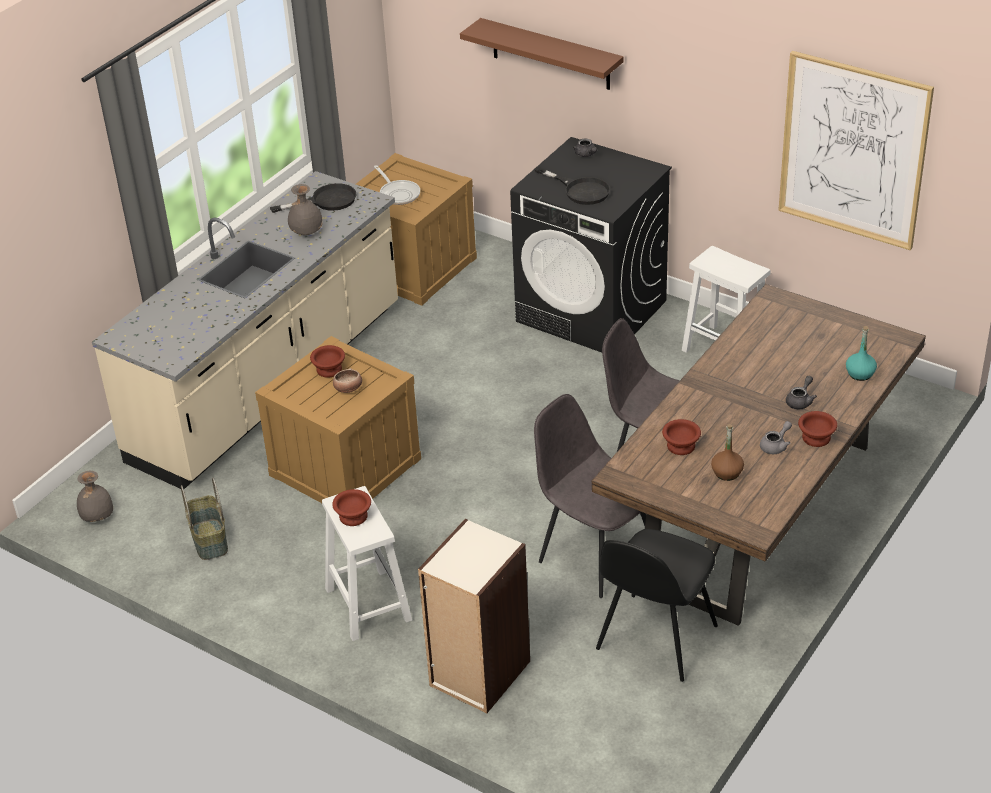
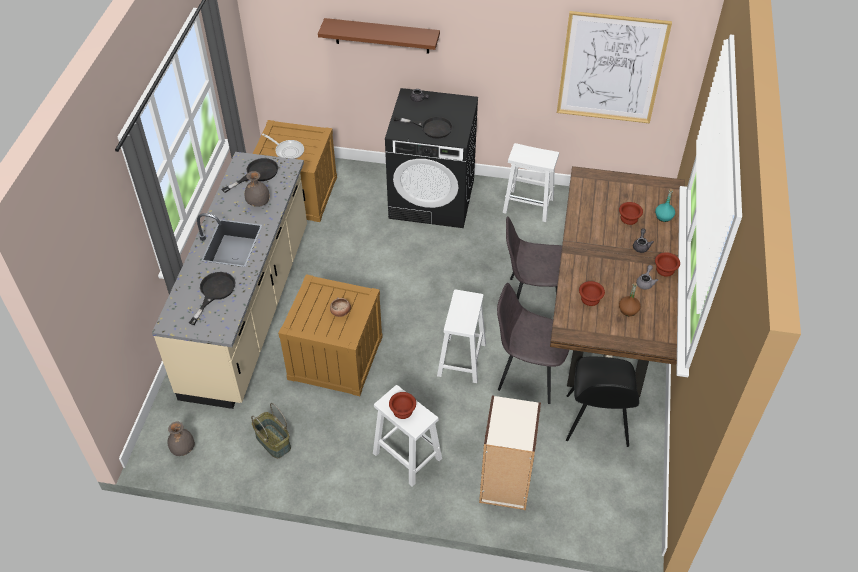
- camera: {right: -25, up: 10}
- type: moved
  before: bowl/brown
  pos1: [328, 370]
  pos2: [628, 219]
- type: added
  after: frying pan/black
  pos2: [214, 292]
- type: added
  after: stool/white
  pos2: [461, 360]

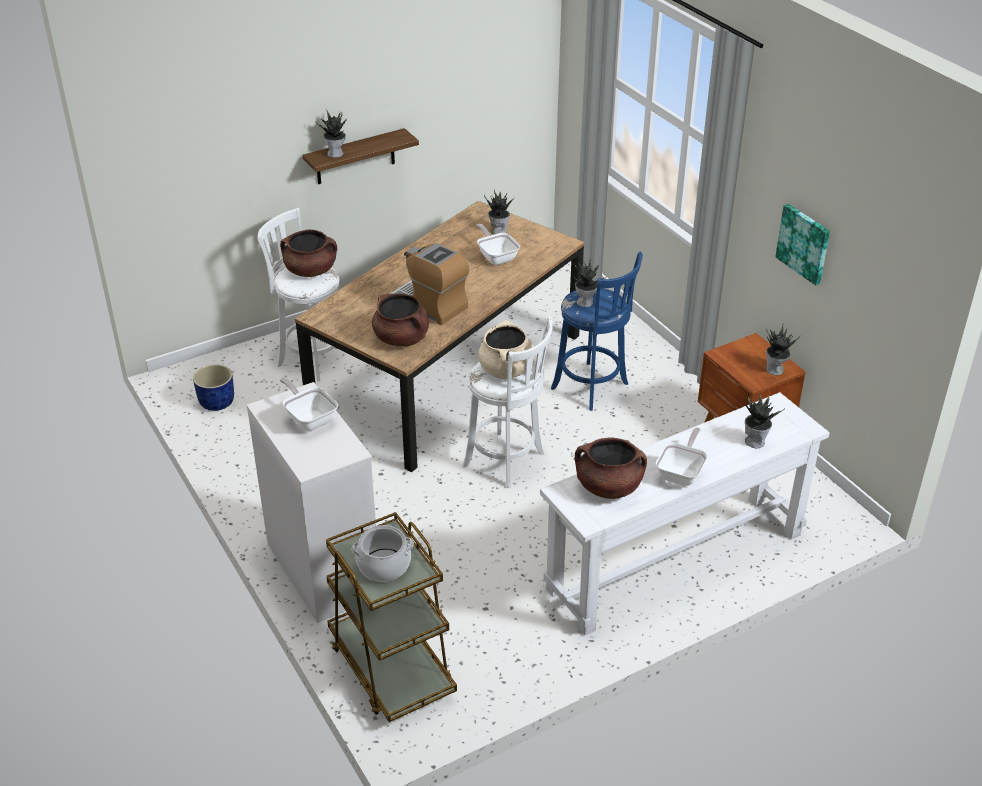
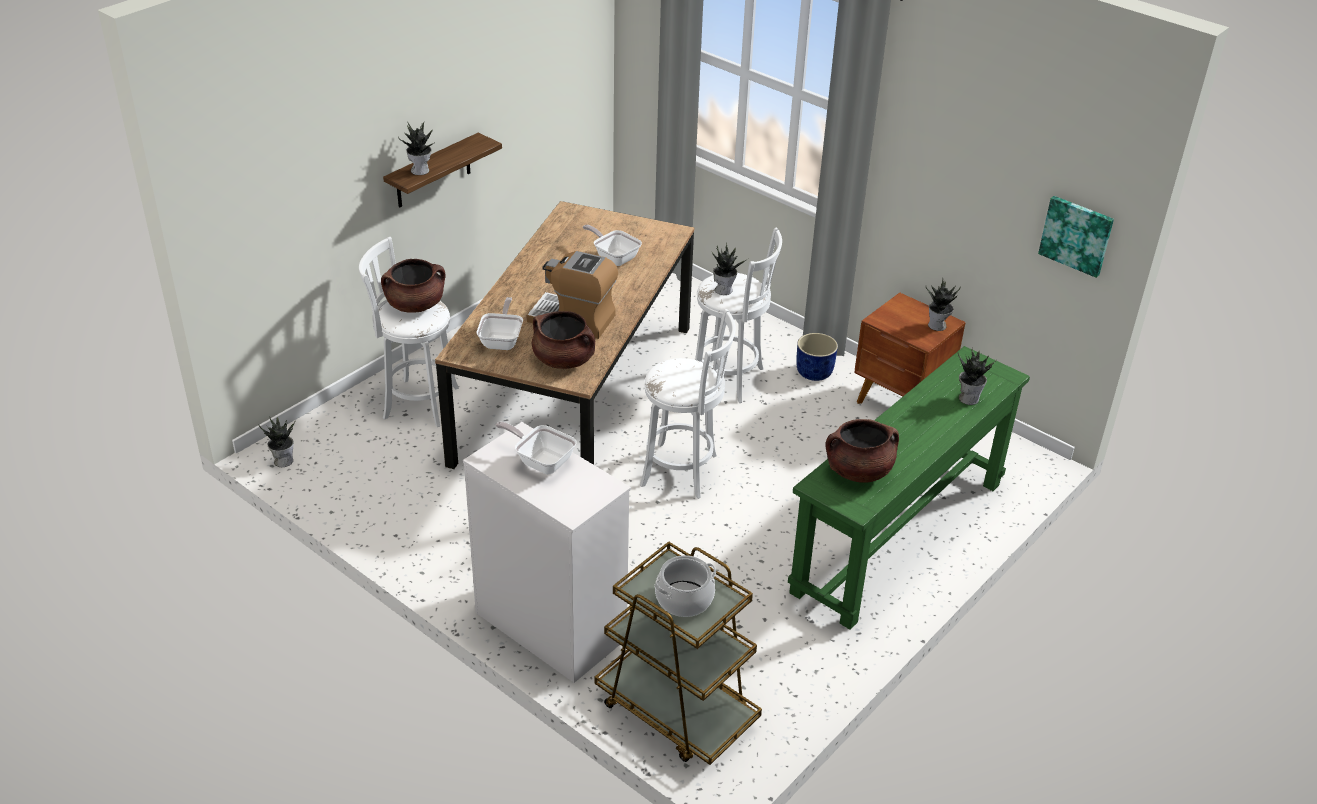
- camera: {right: -20, up: 0}
- type: moved
  before: planter/blue
  pos1: [216, 402]
  pos2: [813, 372]
- type: removed
  before: cooking pot/beige
  pos1: [506, 370]
- type: moved
  before: potted plant
  pos1: [498, 231]
  pos2: [283, 460]
- type: recoloured
  before: console table/white
  after: console table/green
  pos1: [675, 561]
  pos2: [898, 536]
- type: recoloured
  before: stool/blue
  after: stool/white
  pos1: [593, 388]
  pos2: [730, 379]
- type: moved
  before: frying pan
  pos1: [682, 473]
  pos2: [502, 340]
- type: moved
  before: picture
  pos1: [804, 243]
  pos2: [1076, 235]

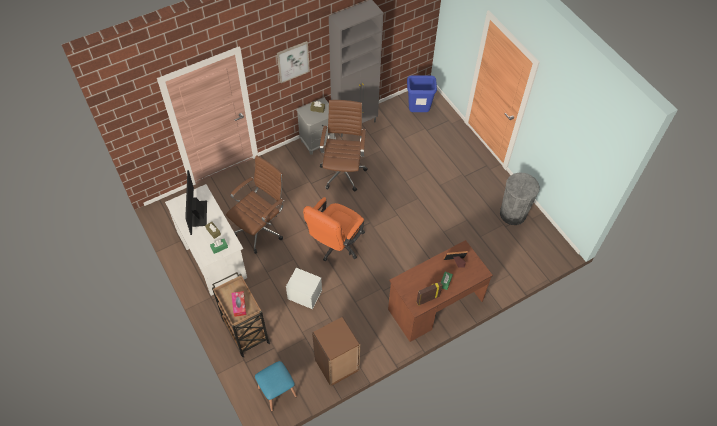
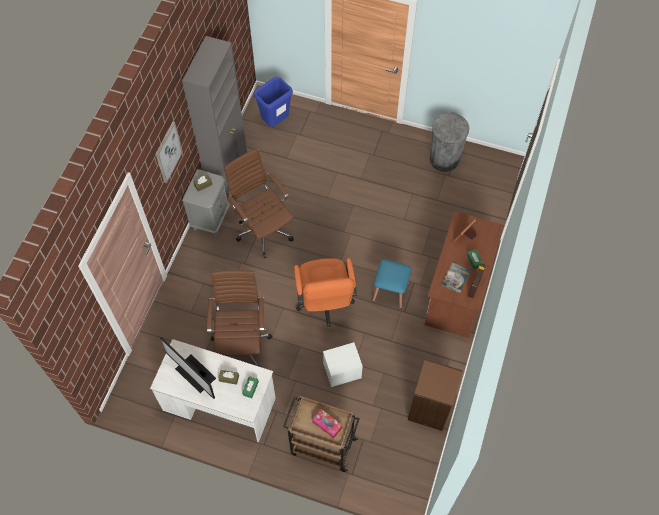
- camera: {right: -40, up: 5}
- type: moved
  before: stool/blue
  pos1: [277, 392]
  pos2: [390, 291]
- type: added
  after: book
  pos2: [456, 277]

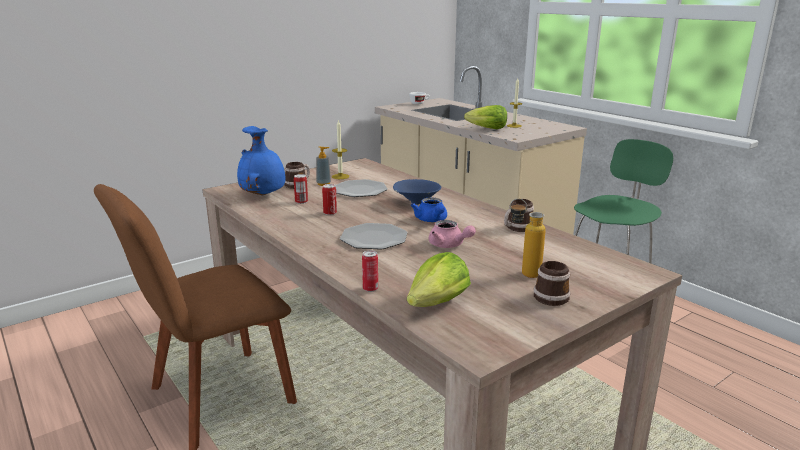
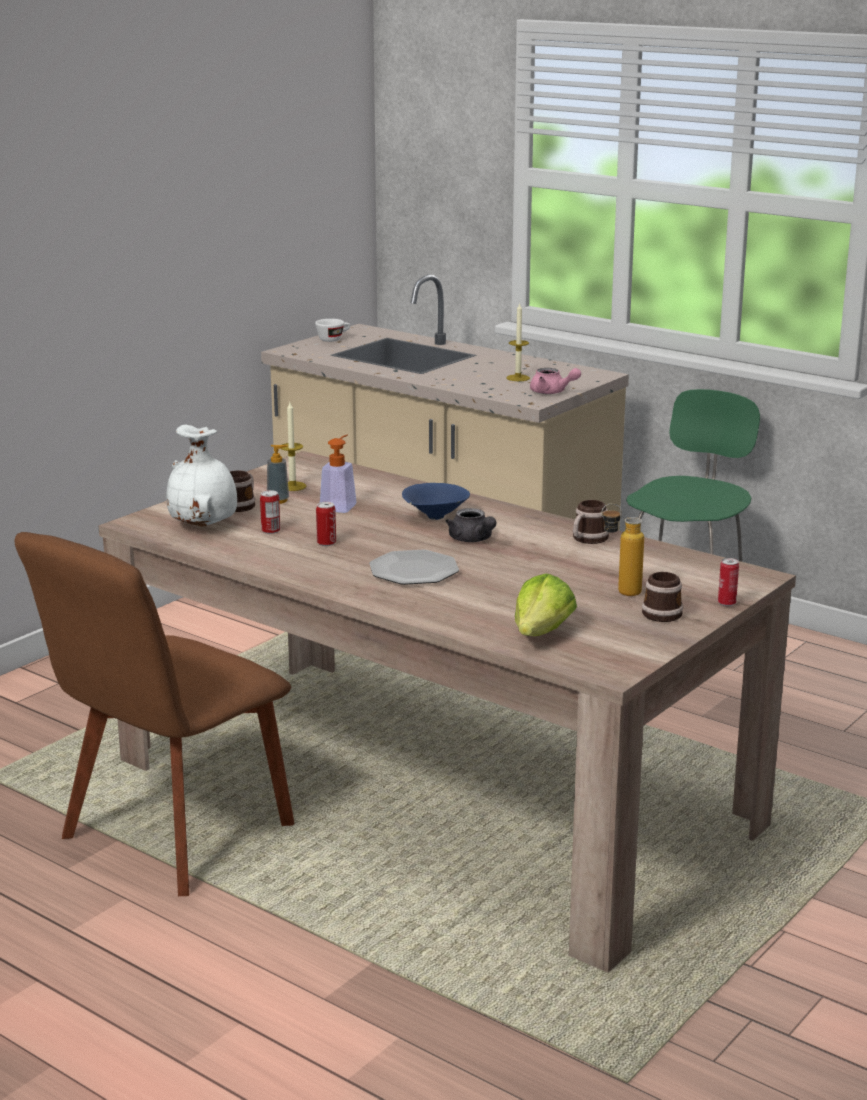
- camera: {right: -15, up: 0}
- type: recoloured
  before: vase/blue
  after: vase/white
  pos1: [264, 195]
  pos2: [204, 525]
- type: replaced
  before: plate
  after: soap dispenser
  pos1: [360, 190]
  pos2: [340, 505]
- type: moved
  before: can
  pos1: [370, 289]
  pos2: [726, 603]
- type: recoloured
  before: teapot/blue
  after: teapot/grey
  pos1: [431, 220]
  pos2: [472, 540]
- type: moved
  before: teapot/pink
  pos1: [449, 245]
  pos2: [552, 392]
- type: removed
  before: lettuce
  pos1: [487, 129]

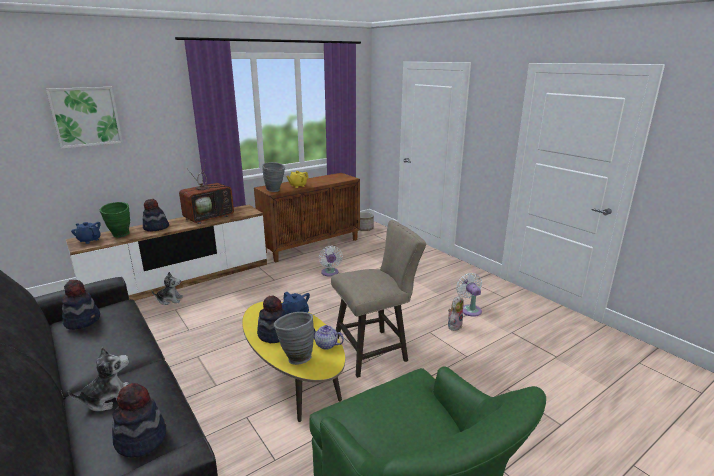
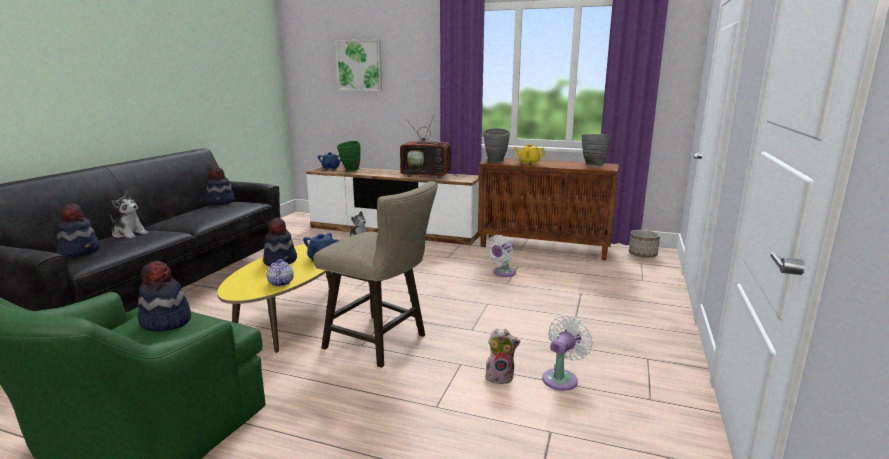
- camera: {right: 55, up: -5}
- type: moved
  before: hat
  pos1: [156, 228]
  pos2: [165, 322]
- type: moved
  before: vase/grey
  pos1: [295, 357]
  pos2: [592, 167]

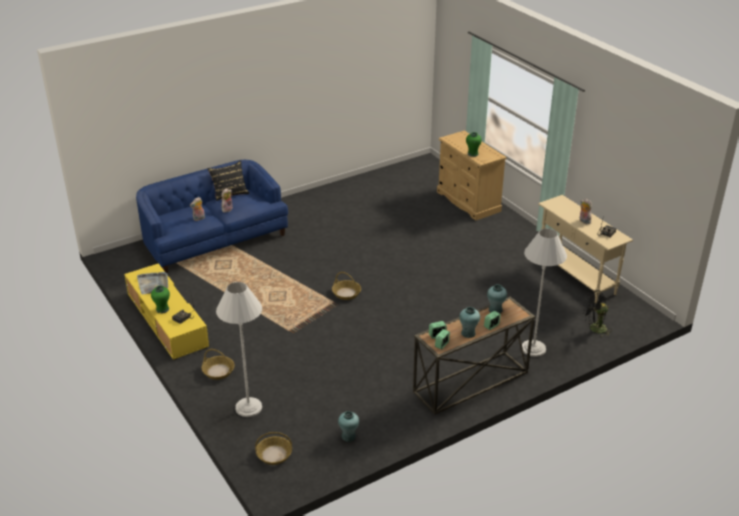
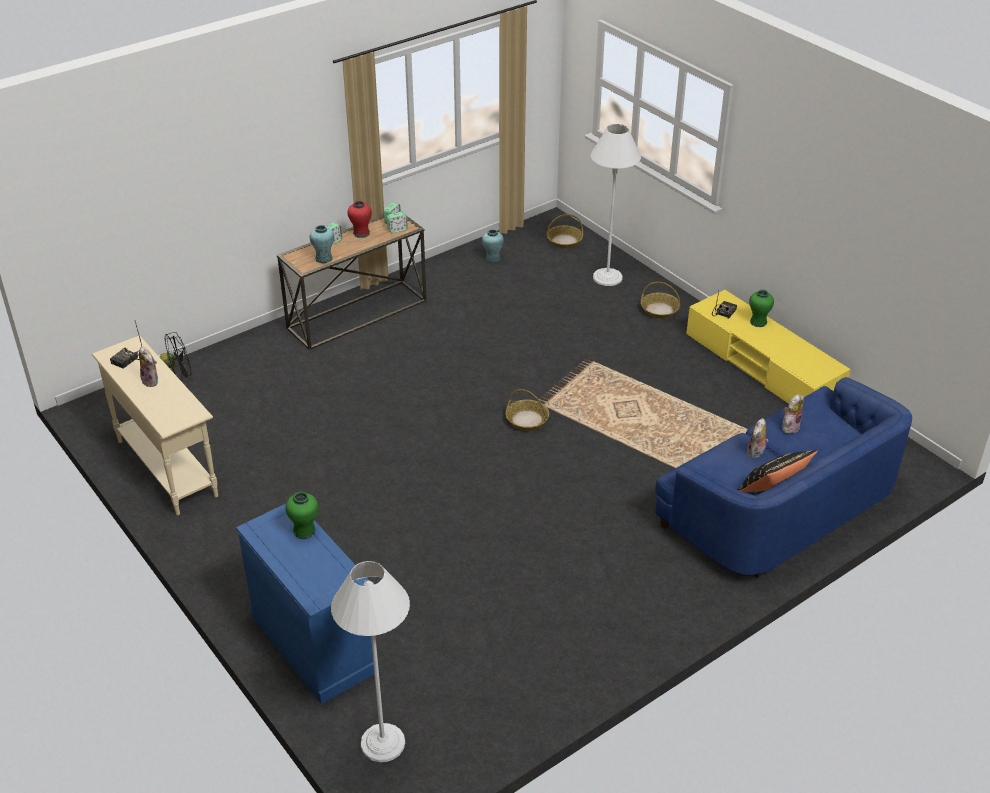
- camera: {right: 175, up: 5}
- type: removed
  before: tray/grey
  pos1: [153, 284]
- type: recoloured
  before: dresser/beige
  after: dresser/blue
  pos1: [468, 201]
  pos2: [314, 643]
- type: recoloured
  before: vase/turquoise
  after: vase/red
  pos1: [468, 333]
  pos2: [361, 233]
- type: moved
  before: floor lamp/white
  pos1: [533, 348]
  pos2: [383, 743]

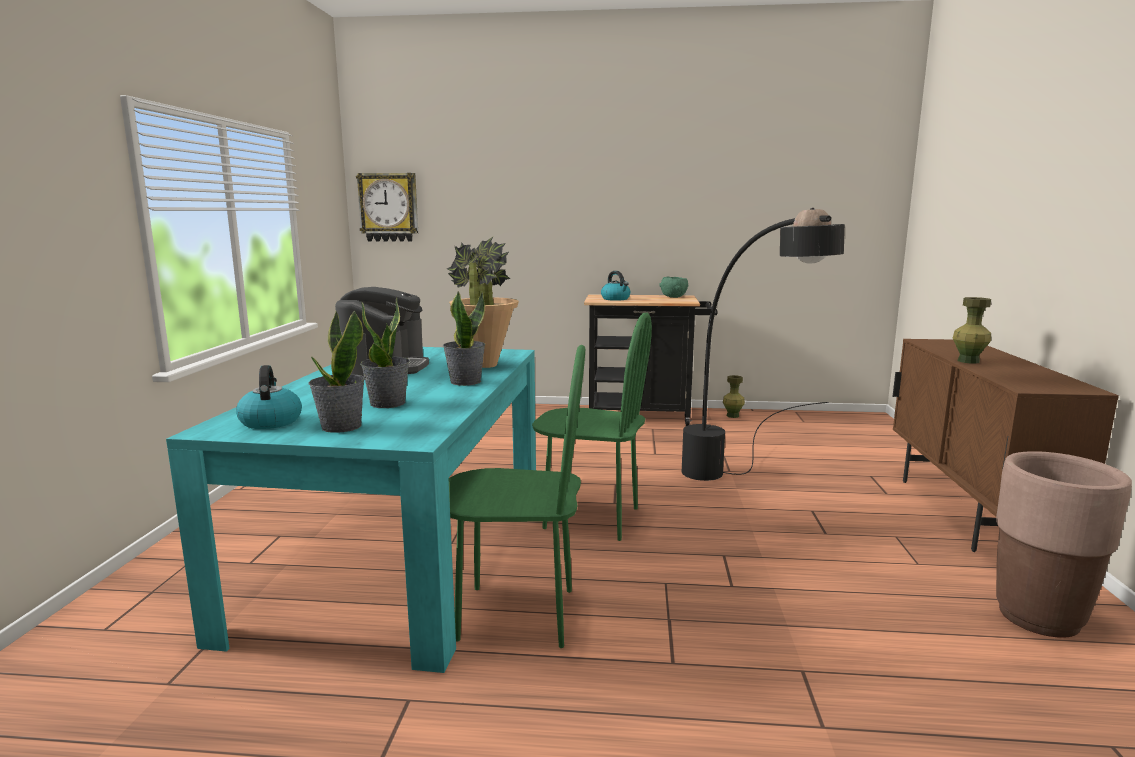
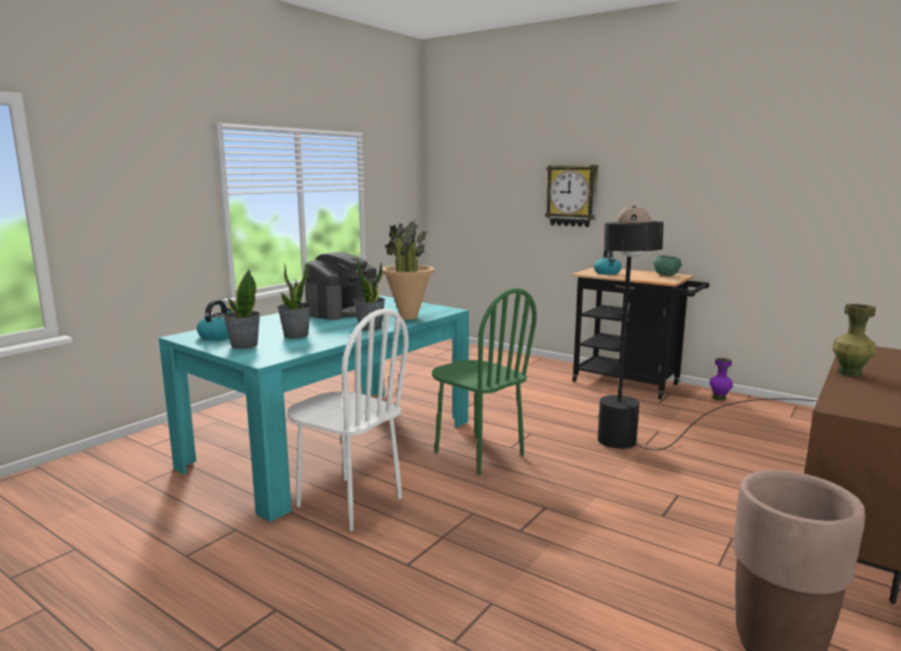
- camera: {right: 30, up: 0}
- type: moved
  before: wall clock
  pos1: [389, 207]
  pos2: [572, 195]
- type: recoloured
  before: chair/green
  after: chair/white
  pos1: [516, 614]
  pos2: [349, 502]
- type: recoloured
  before: vase/green
  after: vase/purple
  pos1: [732, 416]
  pos2: [719, 398]

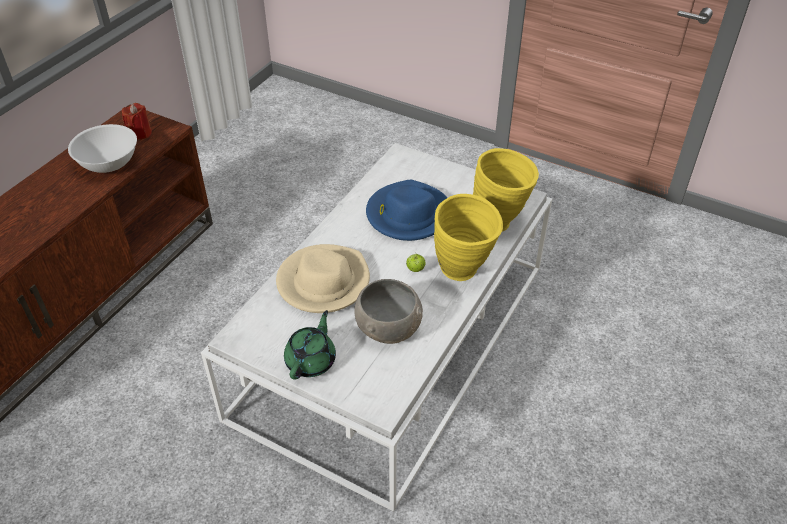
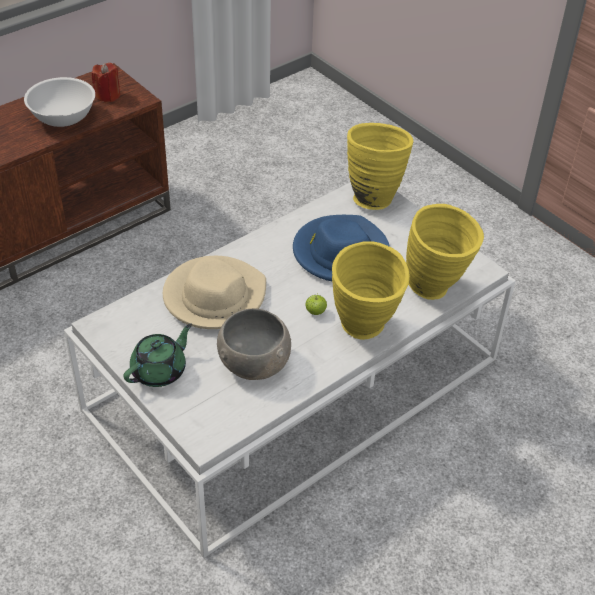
- camera: {right: 20, up: 0}
- type: added
  after: vase/yellow
  pos2: [373, 196]

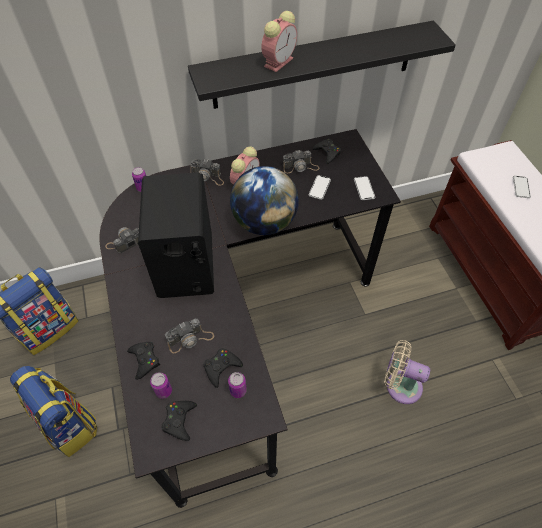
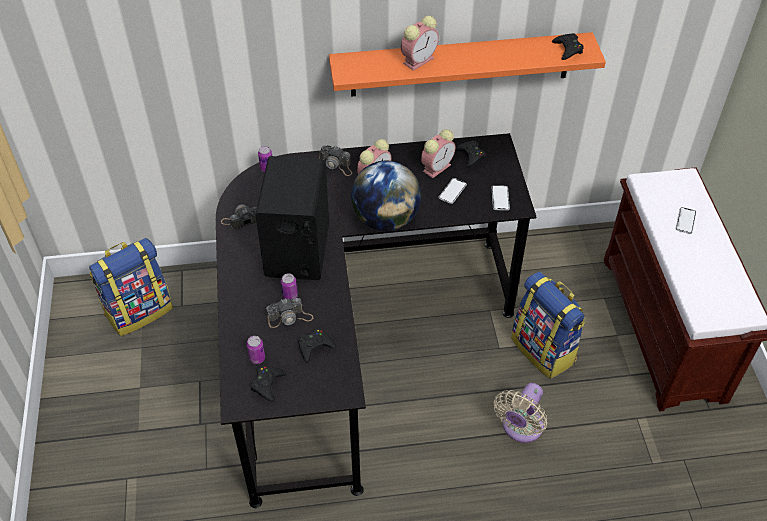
- camera: {right: 10, up: -5}
- type: moved
  before: backpack
  pos1: [69, 423]
  pos2: [544, 350]
- type: moved
  before: game controller/black
  pos1: [144, 360]
  pos2: [567, 49]
- type: recoloured
  before: shelf/black
  after: shelf/orange
  pos1: [314, 65]
  pos2: [460, 64]
- type: moved
  before: can
  pos1: [238, 390]
  pos2: [290, 296]
- type: replaced
  before: photo camera
  after: alarm clock
  pos1: [300, 167]
  pos2: [437, 167]
- type: turned
  before: fan/beige
  pos1: [400, 385]
  pos2: [520, 428]
  turn: -90

